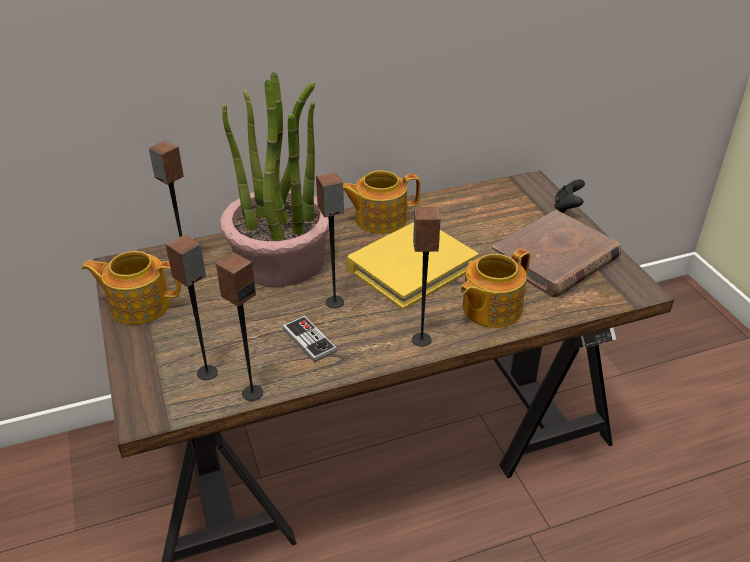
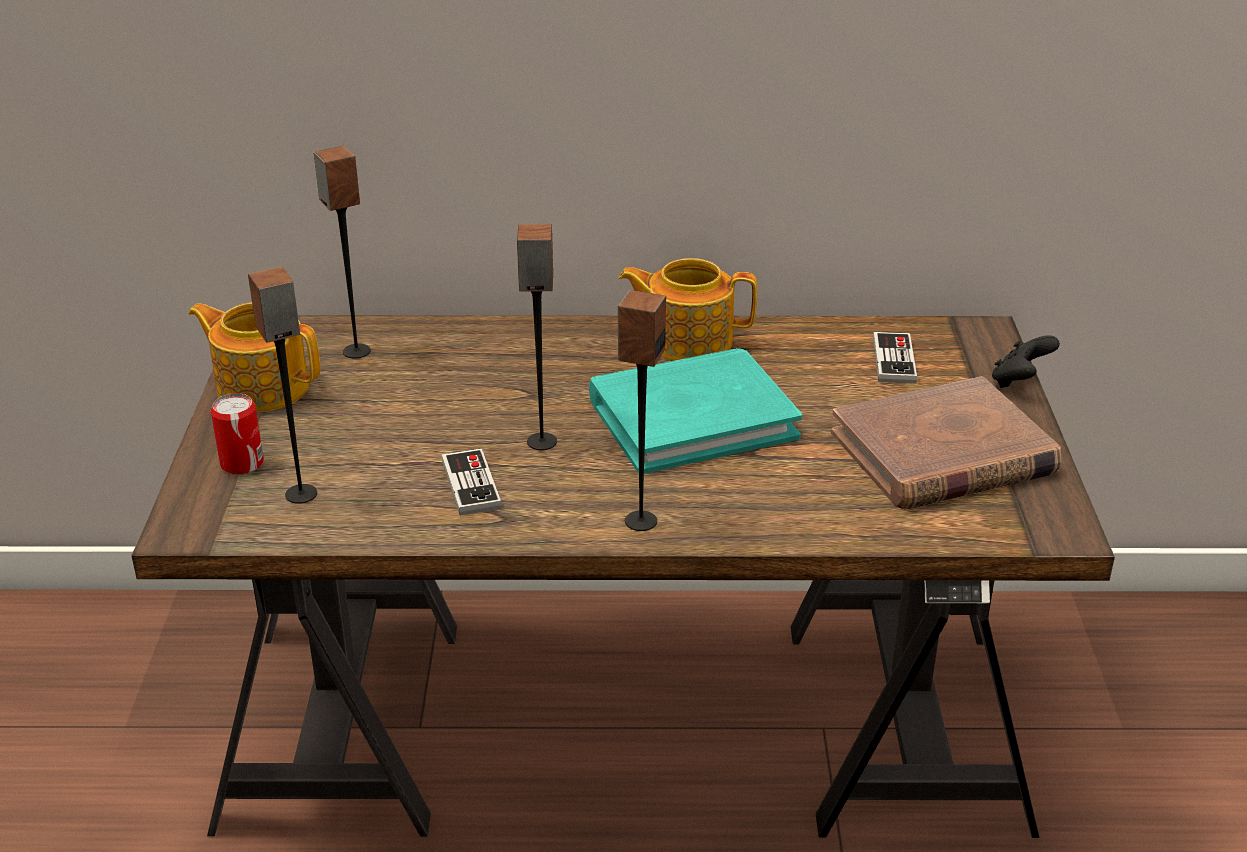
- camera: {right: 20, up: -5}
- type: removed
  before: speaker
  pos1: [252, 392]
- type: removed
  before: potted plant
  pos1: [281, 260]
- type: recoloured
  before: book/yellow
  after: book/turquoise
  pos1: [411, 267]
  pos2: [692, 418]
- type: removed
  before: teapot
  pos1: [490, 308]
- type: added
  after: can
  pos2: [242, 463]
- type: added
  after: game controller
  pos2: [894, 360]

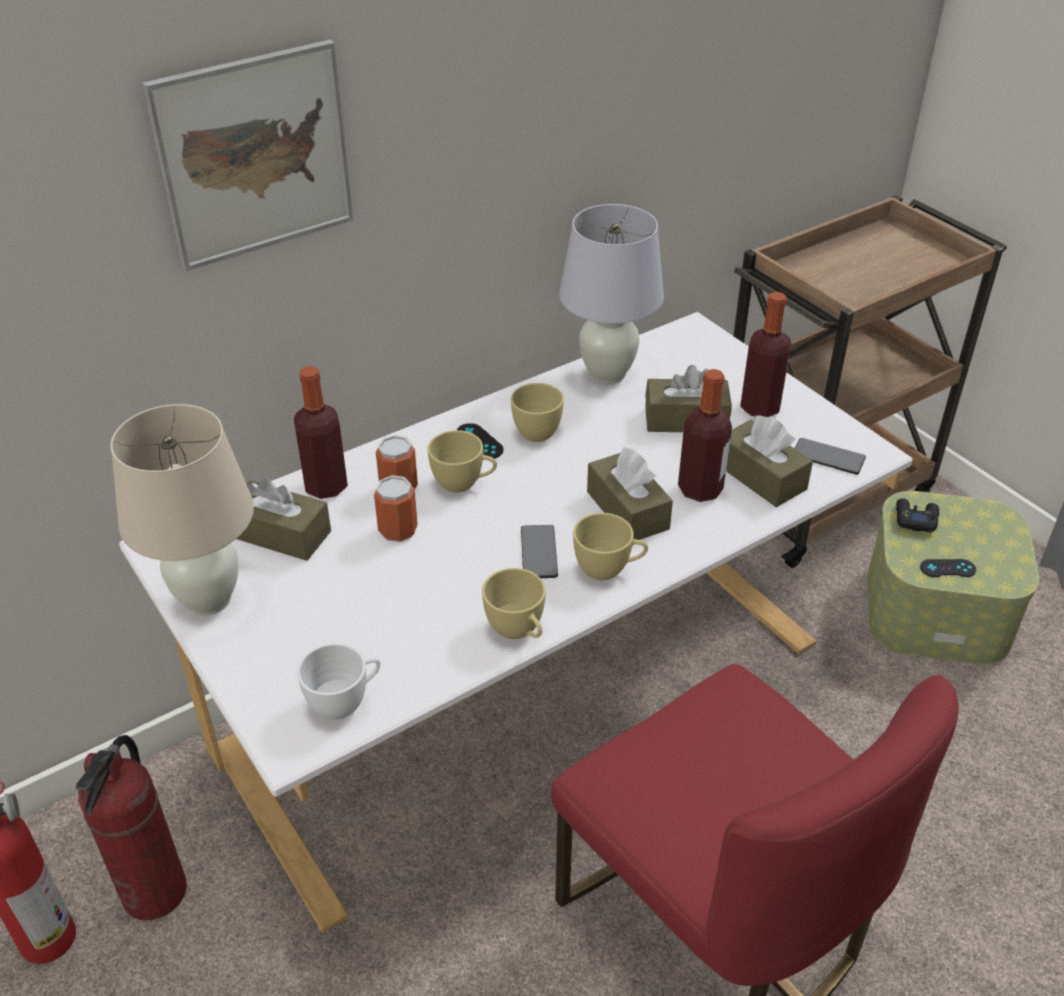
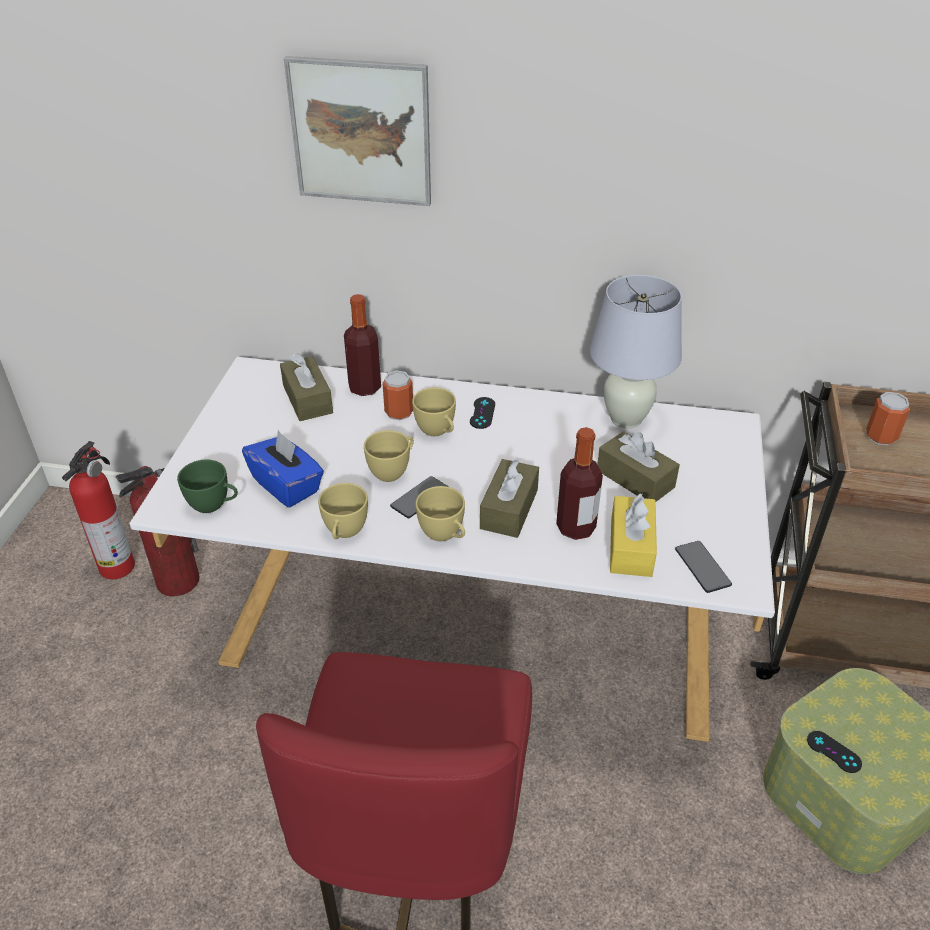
- camera: {right: 45, up: 0}
- type: removed
  before: table lamp/beige
  pos1: [208, 599]
- type: recoloured
  before: cup/white
  after: cup/green
  pos1: [345, 702]
  pos2: [214, 505]
- type: moved
  before: can
  pos1: [398, 530]
  pos2: [881, 436]
- type: moved
  before: cup/yellow
  pos1: [537, 429]
  pos2: [393, 471]
- type: recoloured
  before: tissue box/brown
  after: tissue box/yellow
  pos1: [761, 476]
  pos2: [631, 547]
- type: removed
  before: bottle
  pos1: [760, 407]
- type: removed
  before: game controller/black
  pos1: [915, 519]
- type: added
  after: tissue box/blue
  pos2: [287, 485]

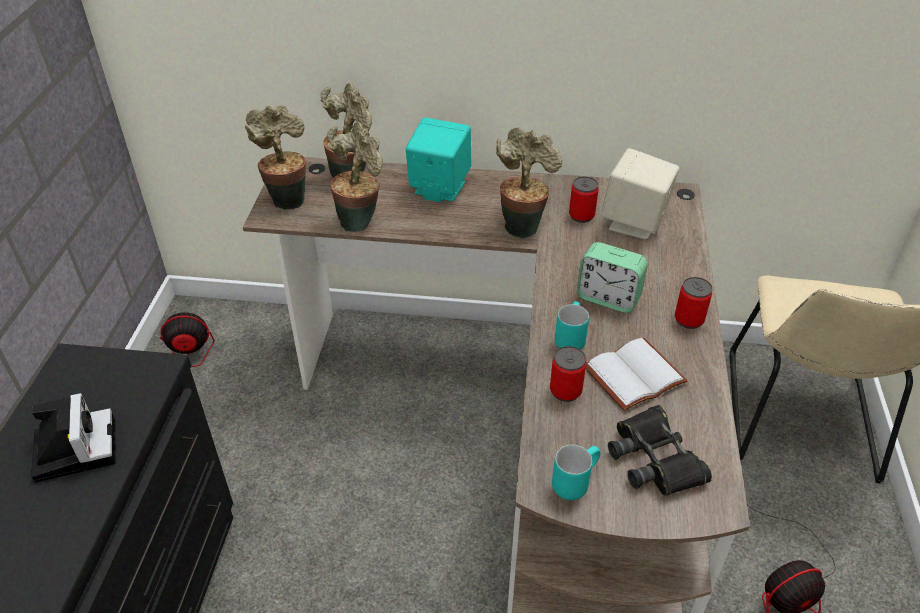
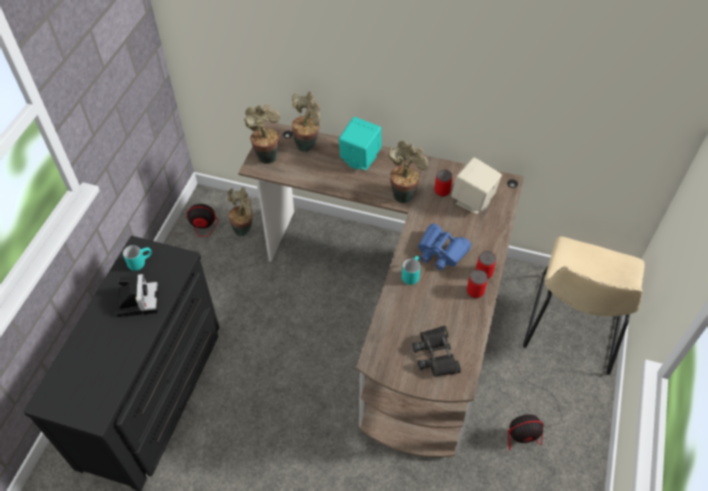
- camera: {right: 10, up: 10}
- type: moved
  before: potted plant
  pos1: [360, 220]
  pos2: [244, 229]
- type: moved
  before: can
  pos1: [565, 390]
  pos2: [475, 291]
- type: moved
  before: mug/turquoise
  pos1: [573, 480]
  pos2: [140, 262]
- type: replaced
  before: alarm clock
  after: binoculars/blue
  pos1: [608, 298]
  pos2: [441, 252]
- type: removed
  before: book/white
  pos1: [633, 373]

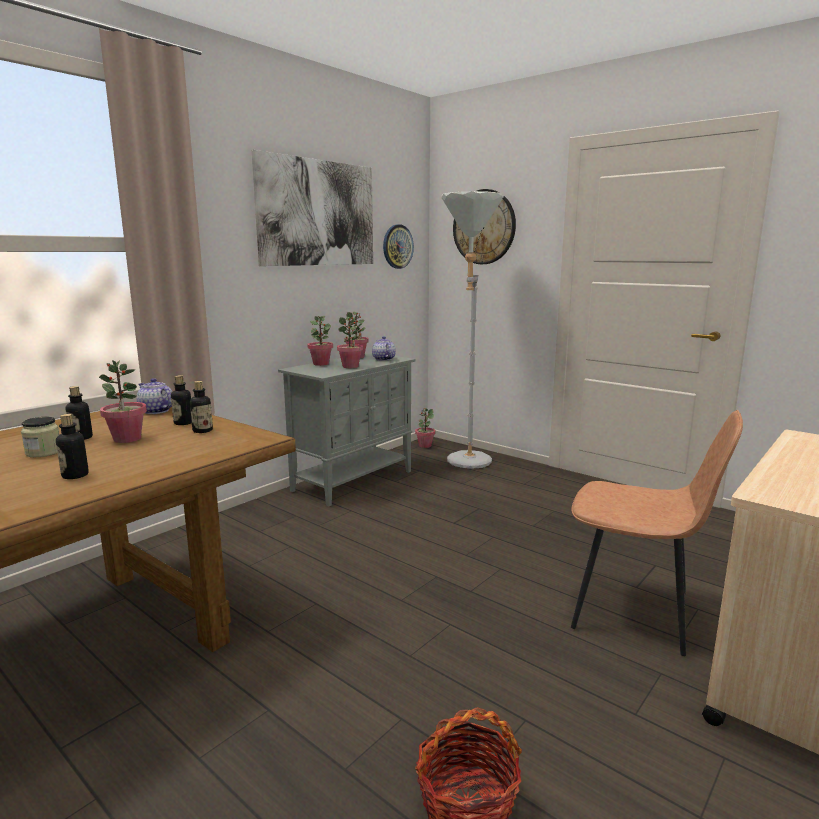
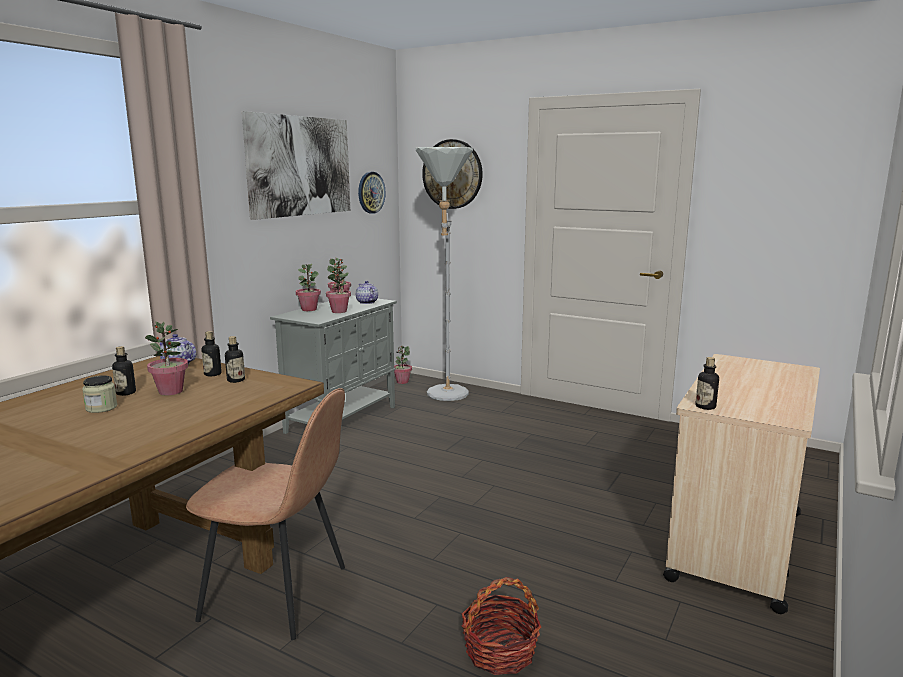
- camera: {right: -10, up: 0}
- type: moved
  before: bottle
  pos1: [75, 475]
  pos2: [705, 406]
- type: moved
  before: chair/brown
  pos1: [635, 611]
  pos2: [278, 594]

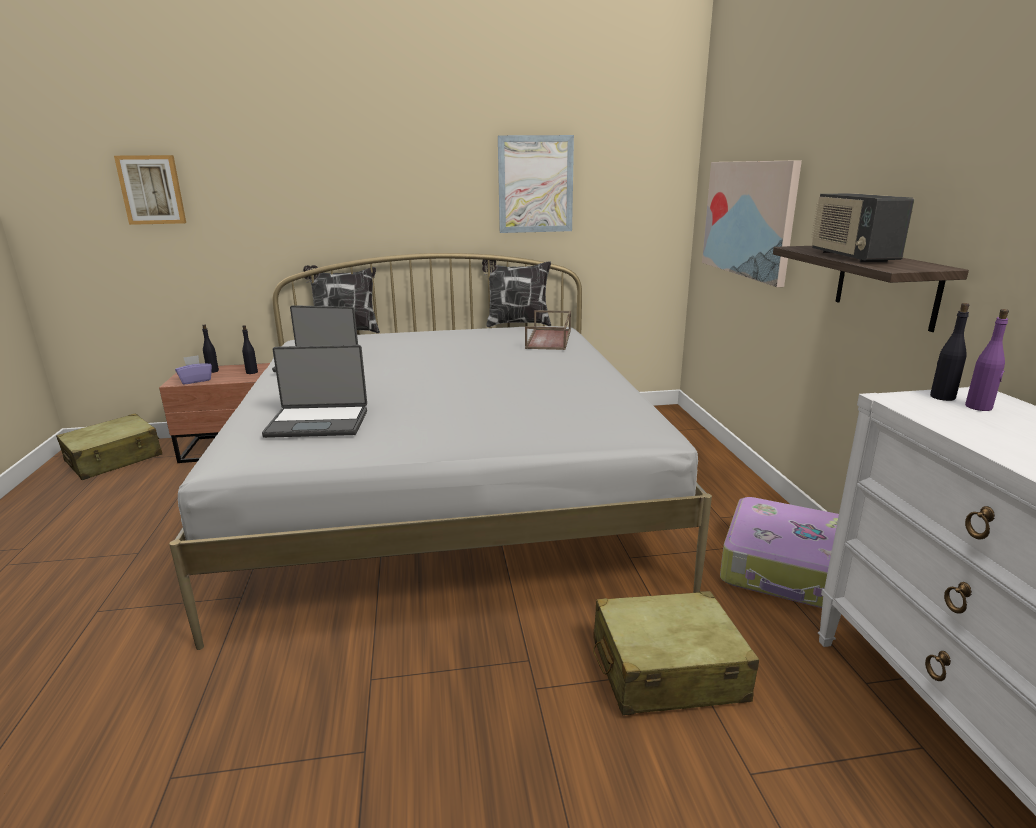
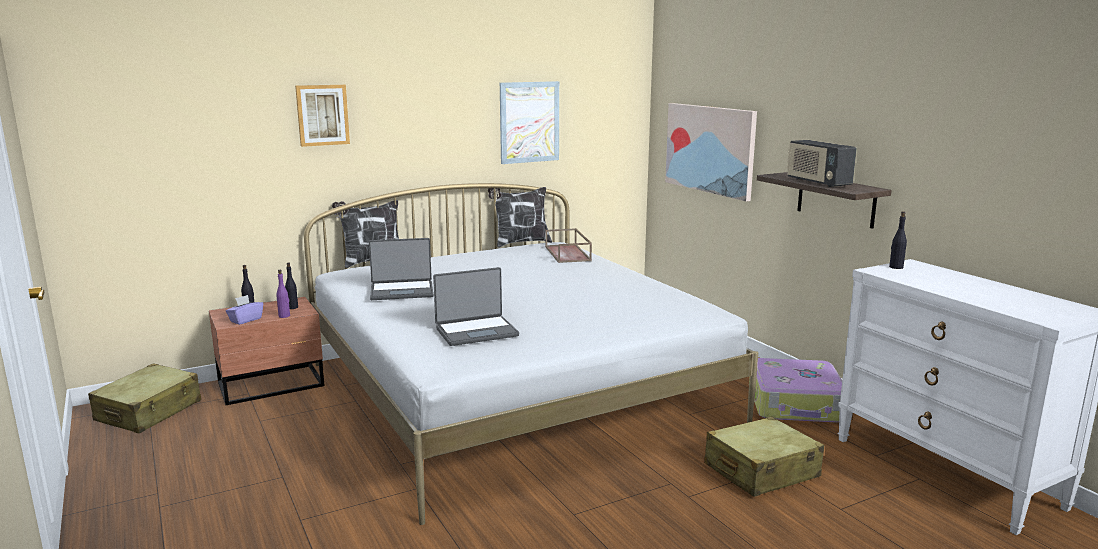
- camera: {right: -20, up: -5}
- type: moved
  before: picture
  pos1: [152, 190]
  pos2: [322, 115]
- type: moved
  before: bottle/purple
  pos1: [979, 407]
  pos2: [284, 316]

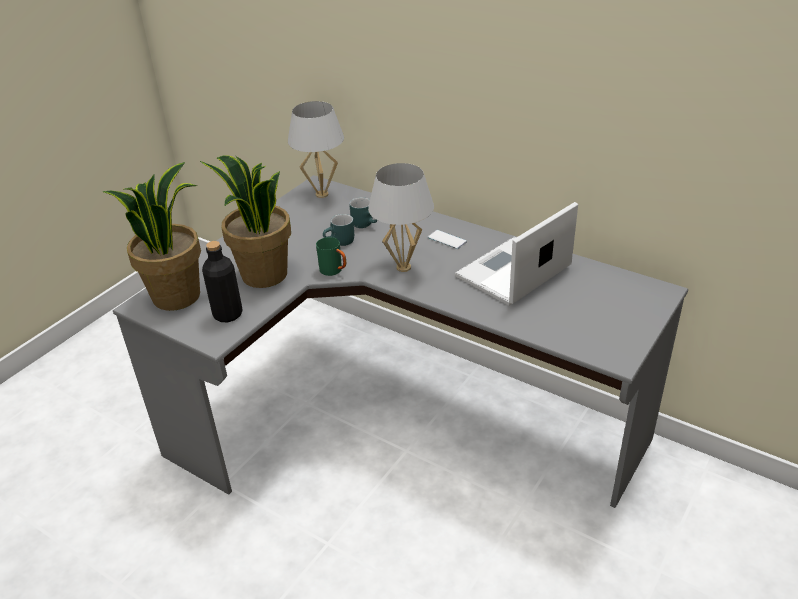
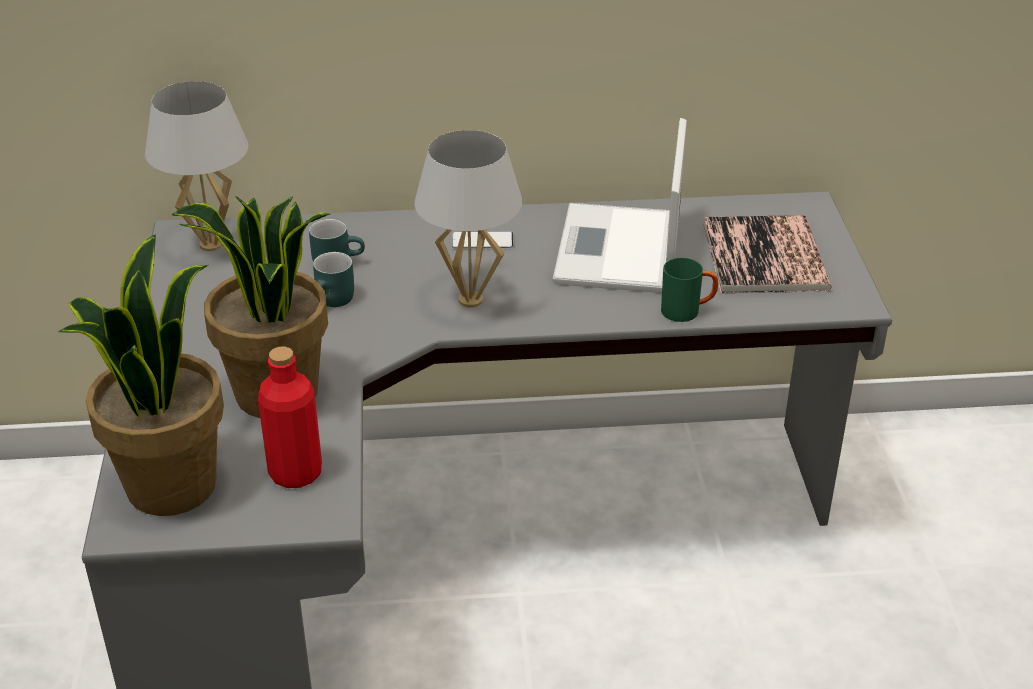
- camera: {right: -40, up: 0}
- type: recoloured
  before: bottle/black
  after: bottle/red
  pos1: [228, 314]
  pos2: [295, 473]
- type: moved
  before: mug/green
  pos1: [334, 271]
  pos2: [687, 311]
- type: added
  after: book
  pos2: [765, 256]

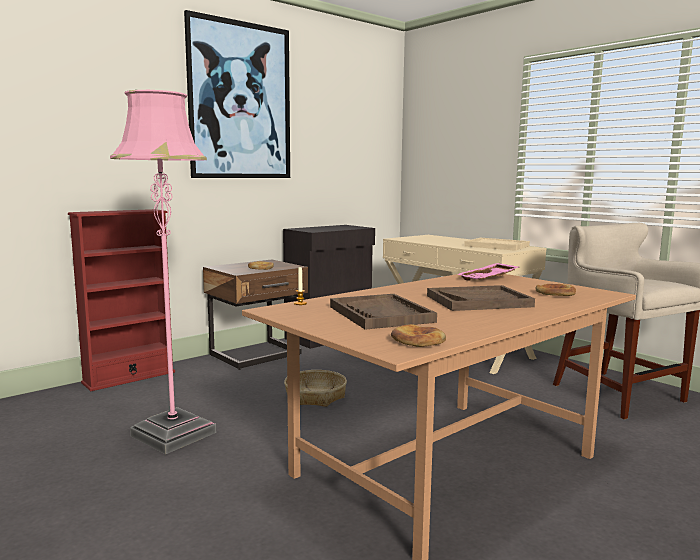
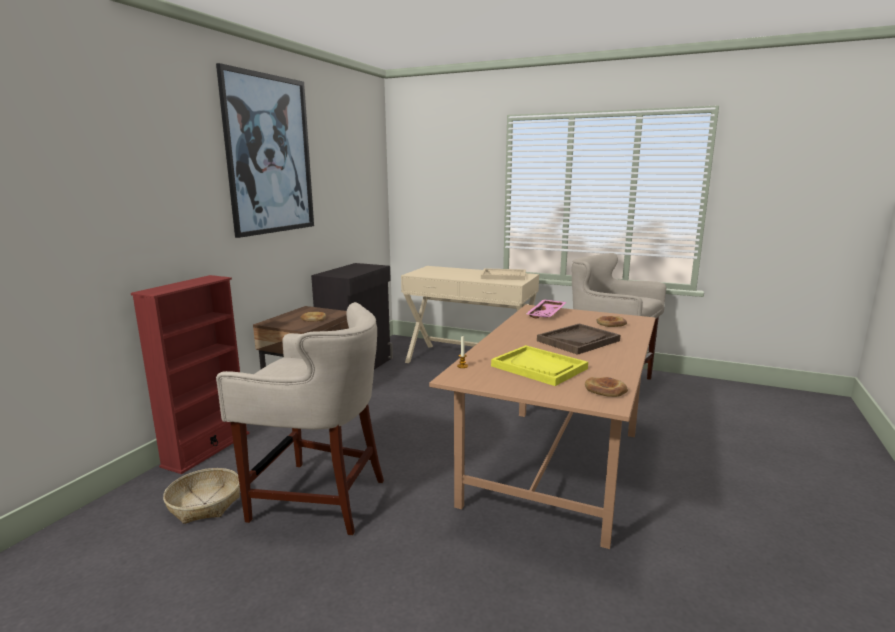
- camera: {right: -25, up: 5}
- type: replaced
  before: floor lamp/pink
  after: stool/beige
  pos1: [173, 434]
  pos2: [318, 497]
- type: moved
  before: basket
  pos1: [315, 396]
  pos2: [204, 504]
- type: recoloured
  before: tray/brown
  after: tray/yellow
  pos1: [381, 314]
  pos2: [539, 367]

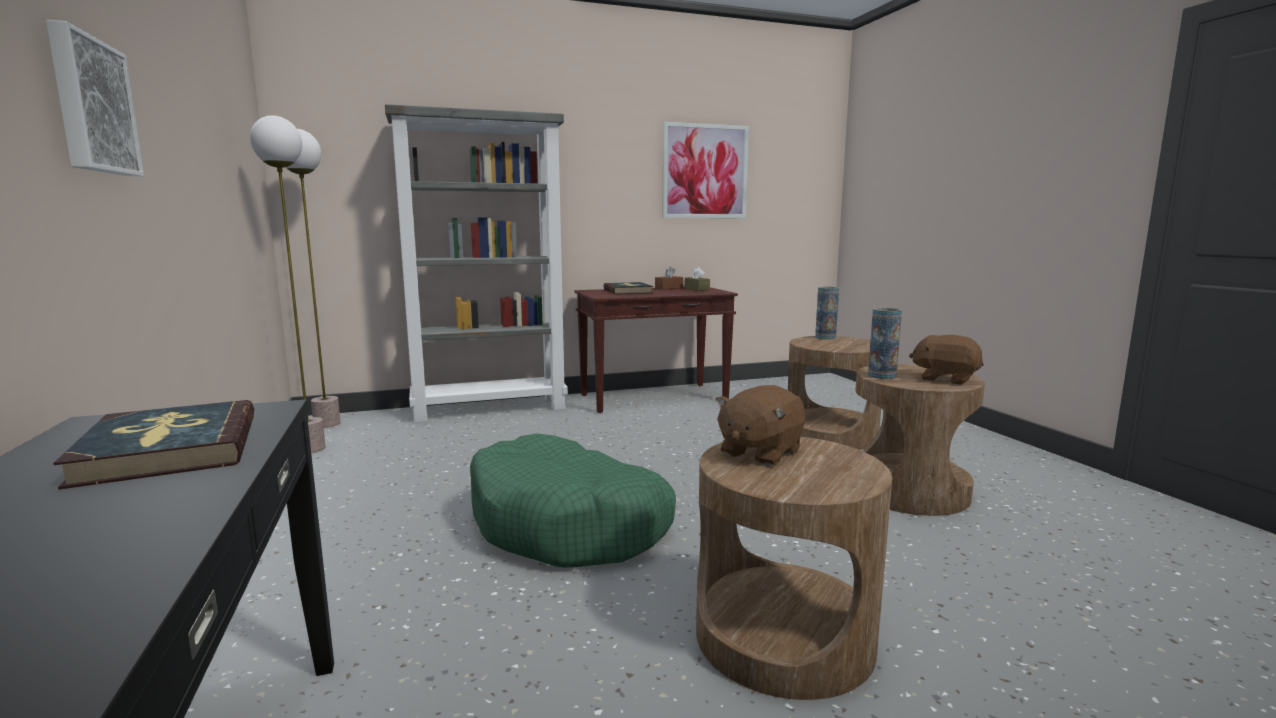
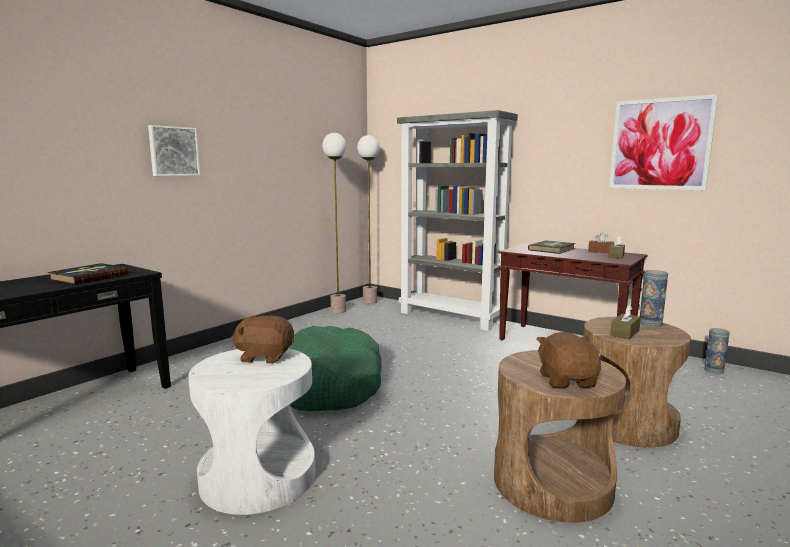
- camera: {right: 55, up: 0}
- type: recoloured
  before: side table/brown
  after: side table/white
  pos1: [784, 637]
  pos2: [258, 477]
- type: moved
  before: vase
  pos1: [882, 376]
  pos2: [714, 370]
- type: added
  after: tissue box/brown
  pos2: [625, 333]

